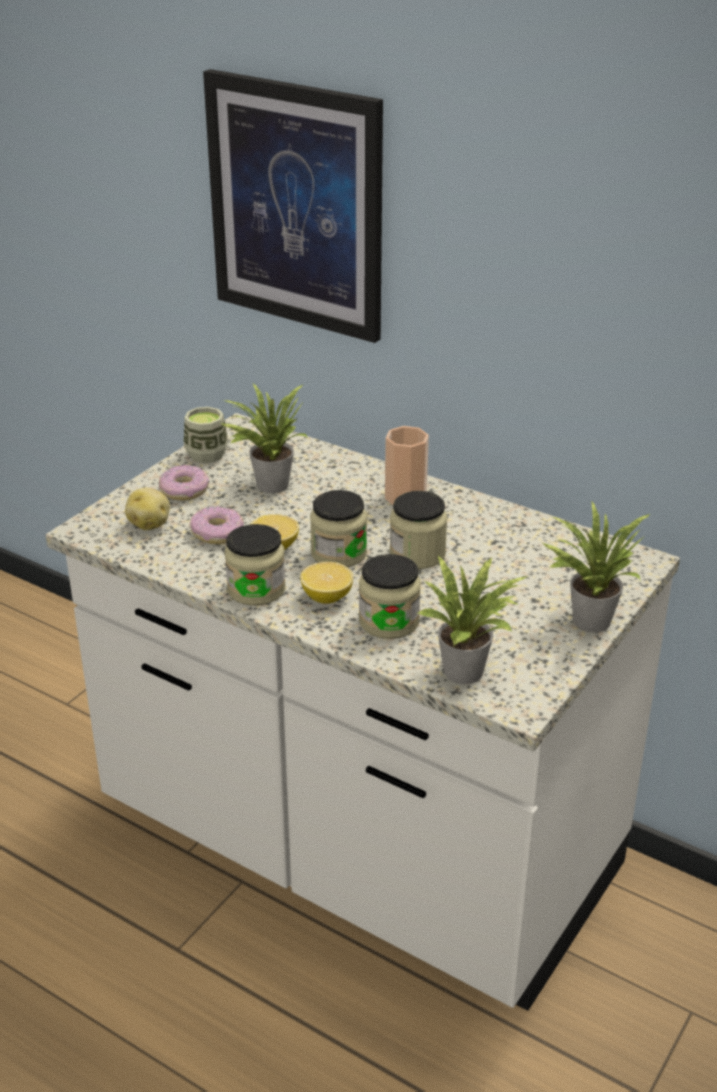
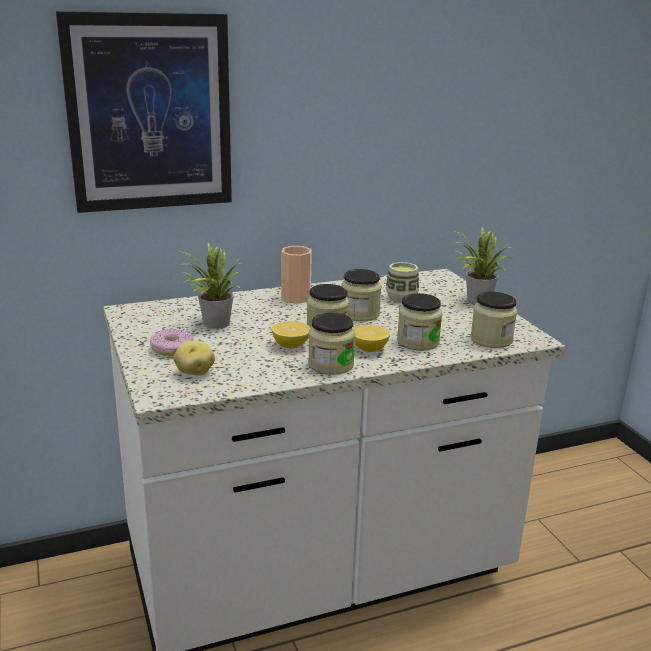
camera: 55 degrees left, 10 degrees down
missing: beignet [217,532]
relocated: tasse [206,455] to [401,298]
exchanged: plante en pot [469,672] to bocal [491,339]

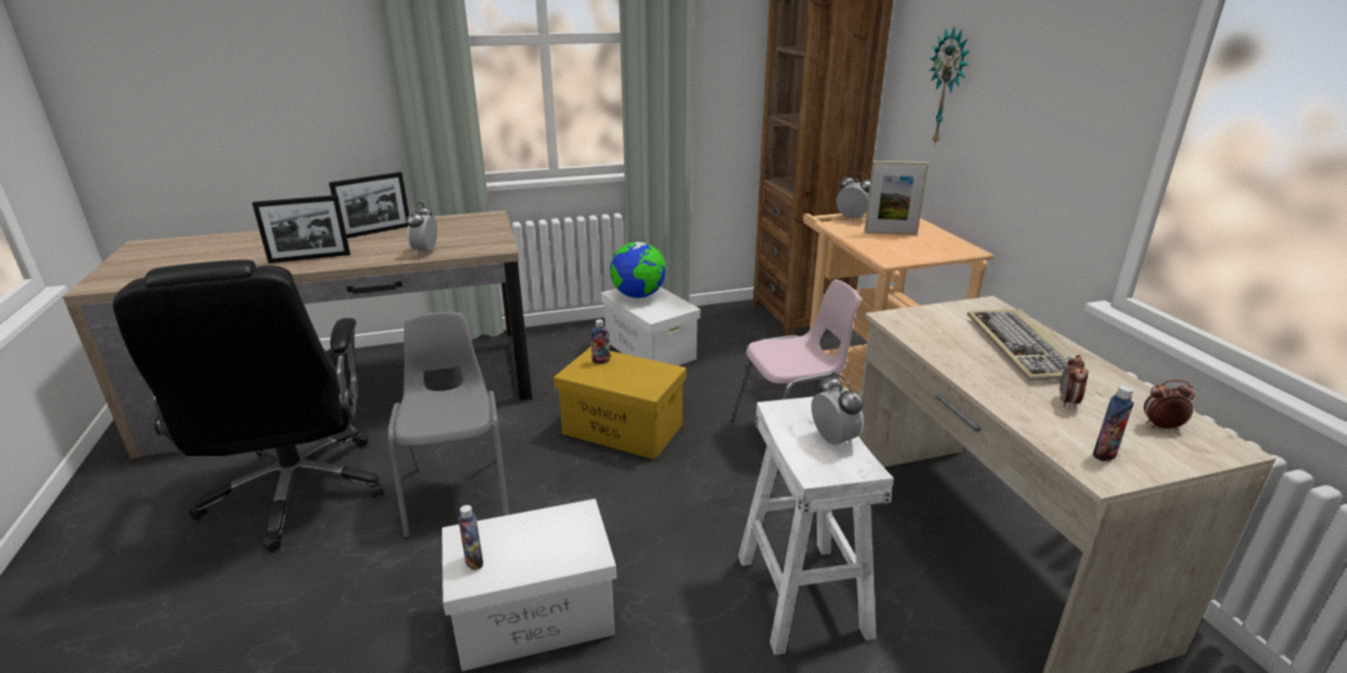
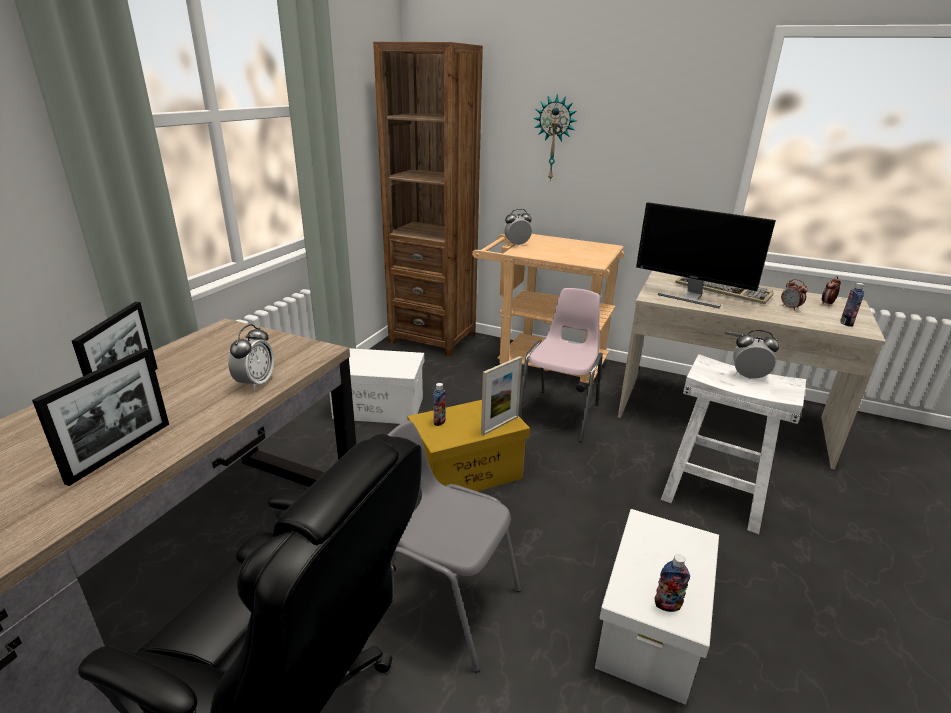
camera: 50 degrees left, 0 degrees up
missing: globe [638,296]
appeared: écran d'ordinateur [690,297]
relocated: cadre photo [890,233] to [500,425]
spun: réveil [425,251] = [255,383] 120 degrees counterclockwise

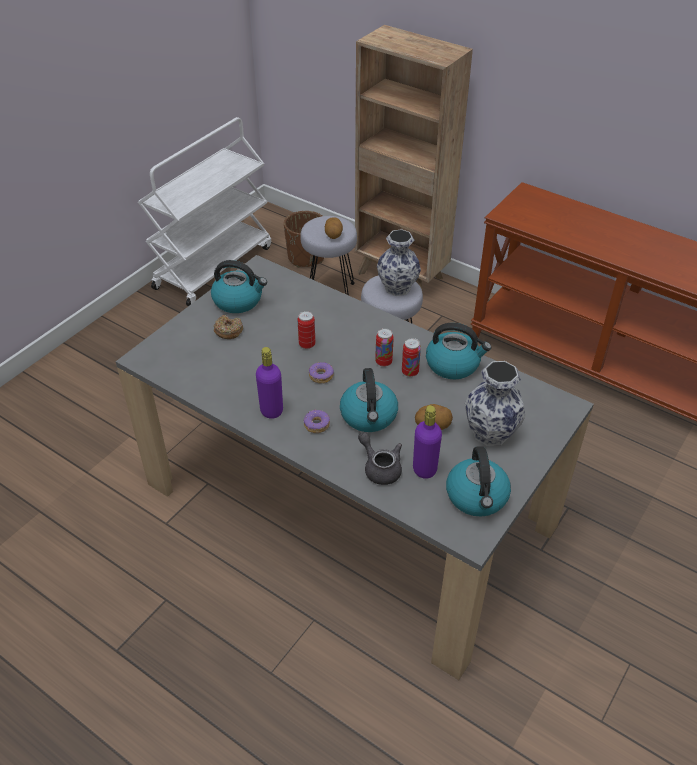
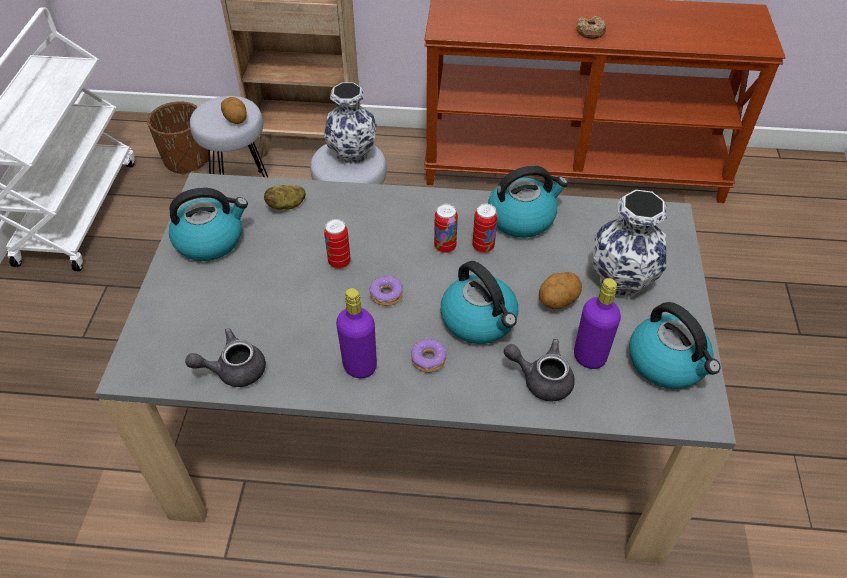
camera: 30 degrees left, 5 degrees up
appeared: théière [gris] [233,370]; pomme de terre [287,205]
relocated: beignet [228,331] to [590,32]

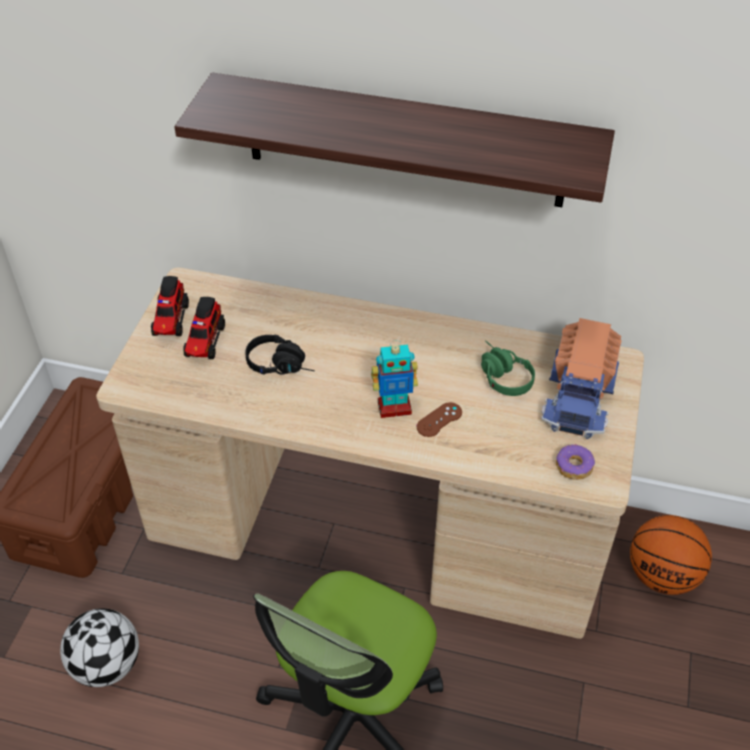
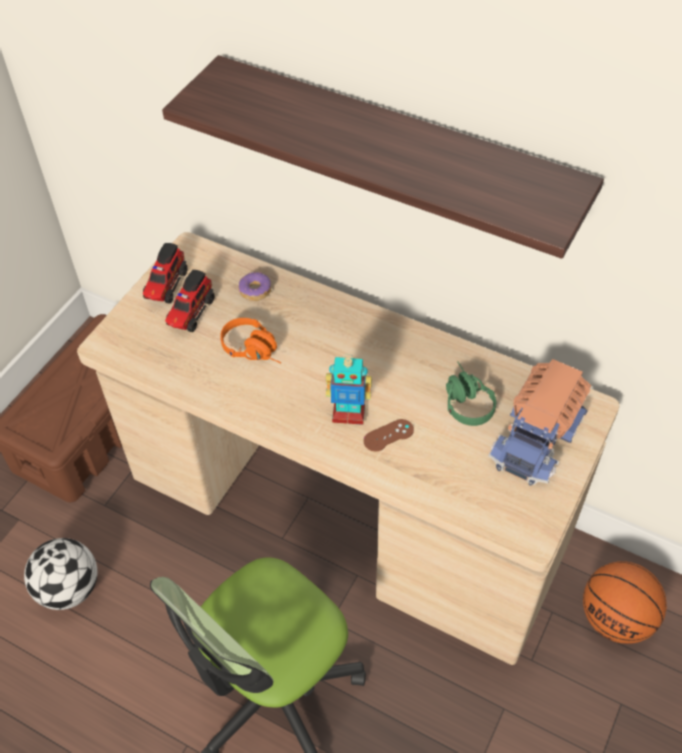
camera: 15 degrees right, 5 degrees up
relocated: beignet [573,466] to [255,291]
colour: casque audio [noir] [282,365] to casque audio [orange] [256,350]

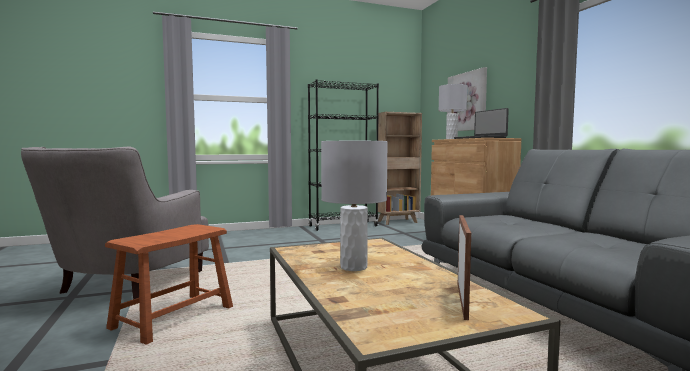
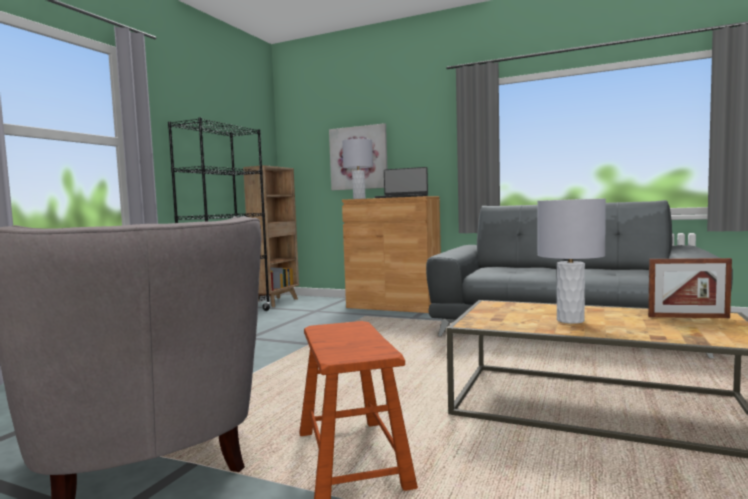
camera: 45 degrees left, 0 degrees up
spun: cadre photo [462,300] = [688,317] 135 degrees clockwise

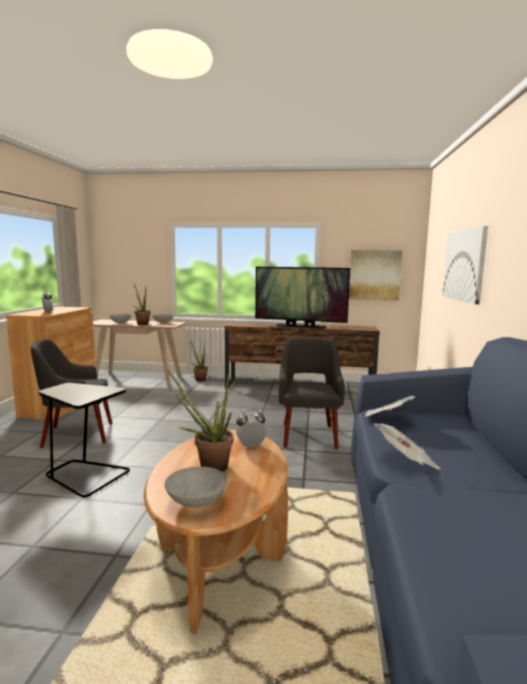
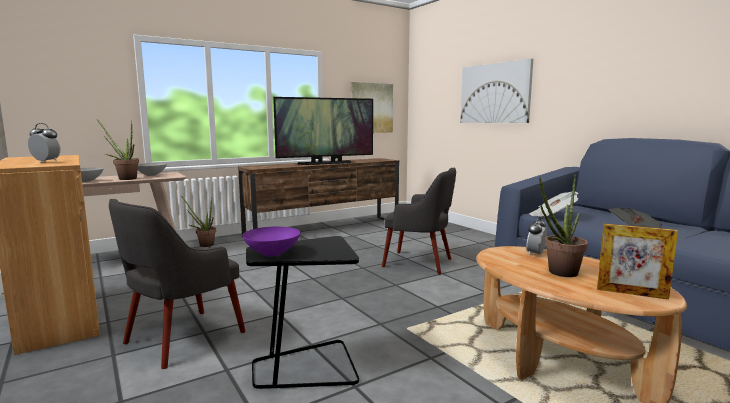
camera: 40 degrees left, 0 degrees up
appeared: bol [violet] [271,254]
exchanged: bol [gris] [197,503] to cadre photo [631,293]
spun: fauteuil [gris] [308,435] = [419,262] 150 degrees clockwise

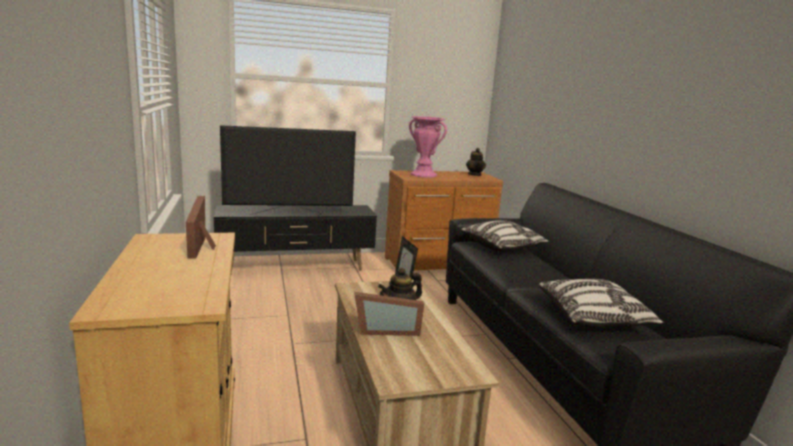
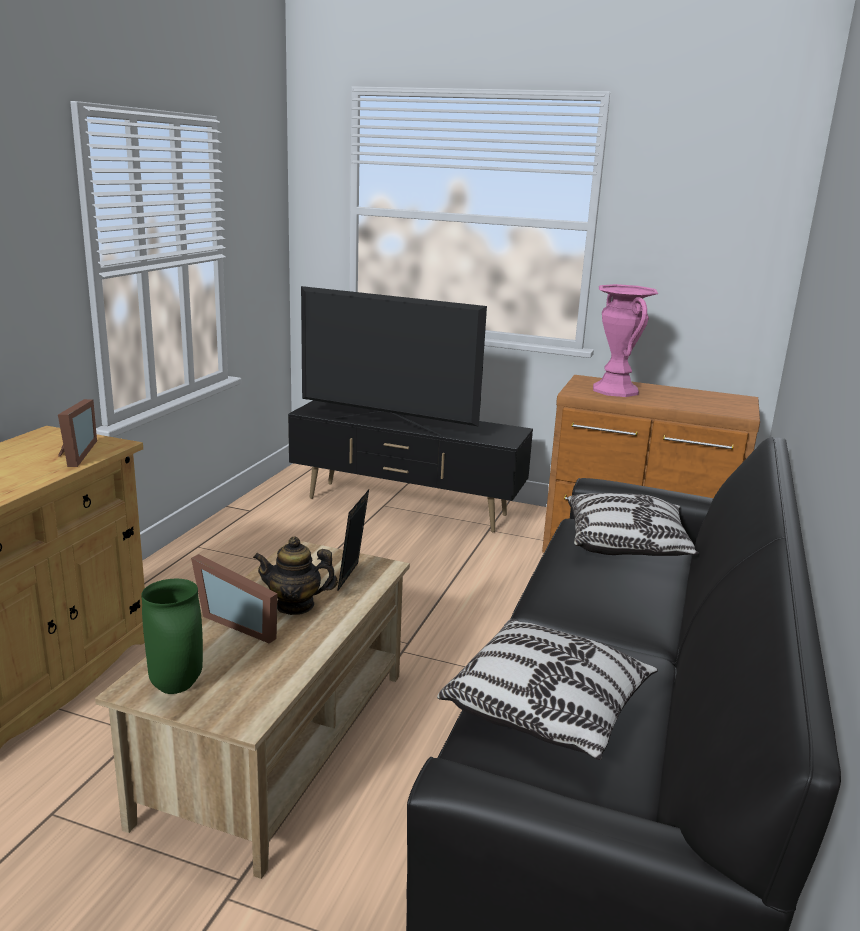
camera: 35 degrees right, 5 degrees up
missing: théière [475,175]
appeared: vase [vert] [178,686]
spun: cadre photo [204,246] = [73,454] 150 degrees clockwise

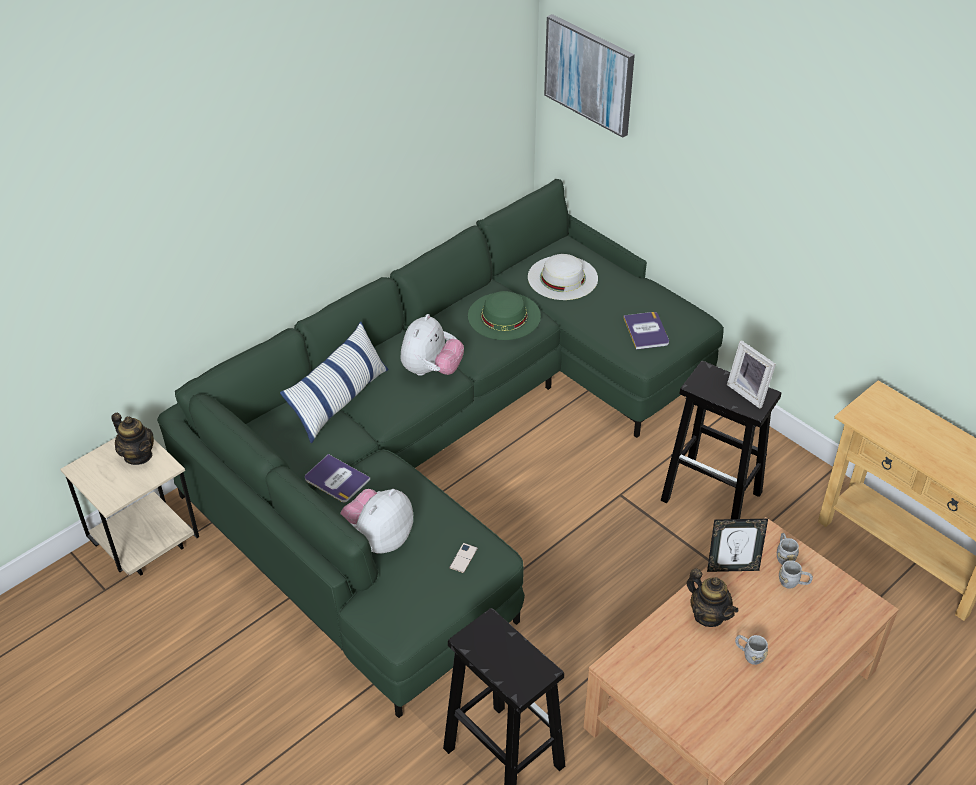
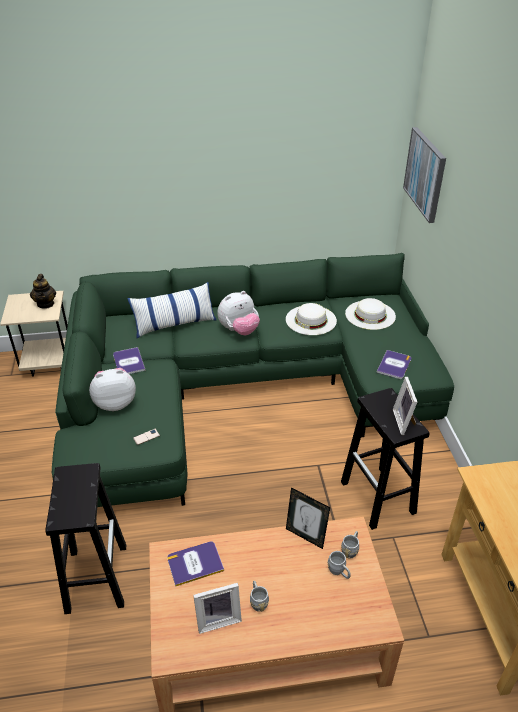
camera: 35 degrees right, 5 degrees down
missing: théière [708,615]
appeared: livre [195,563]; cadre photo [218,618]
colour: chapeau [vert] [504,316] to chapeau [blanc] [311,320]

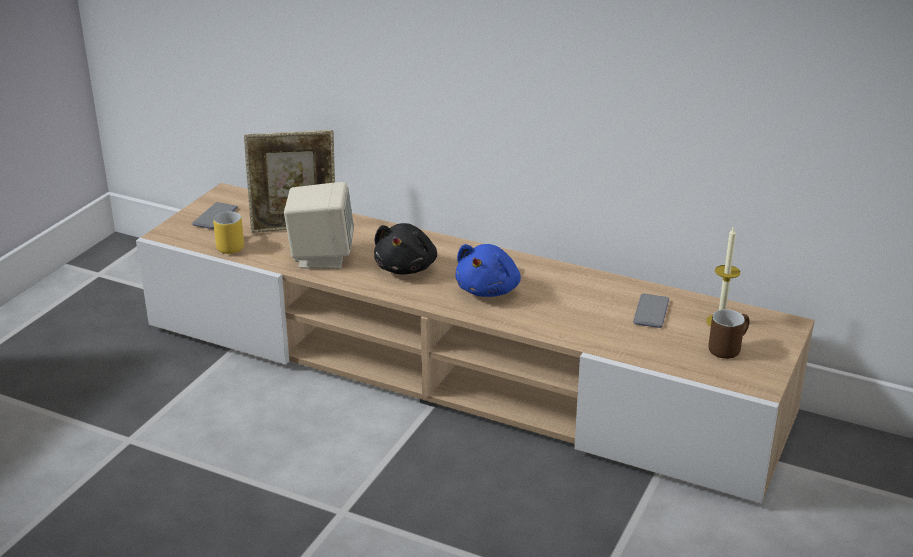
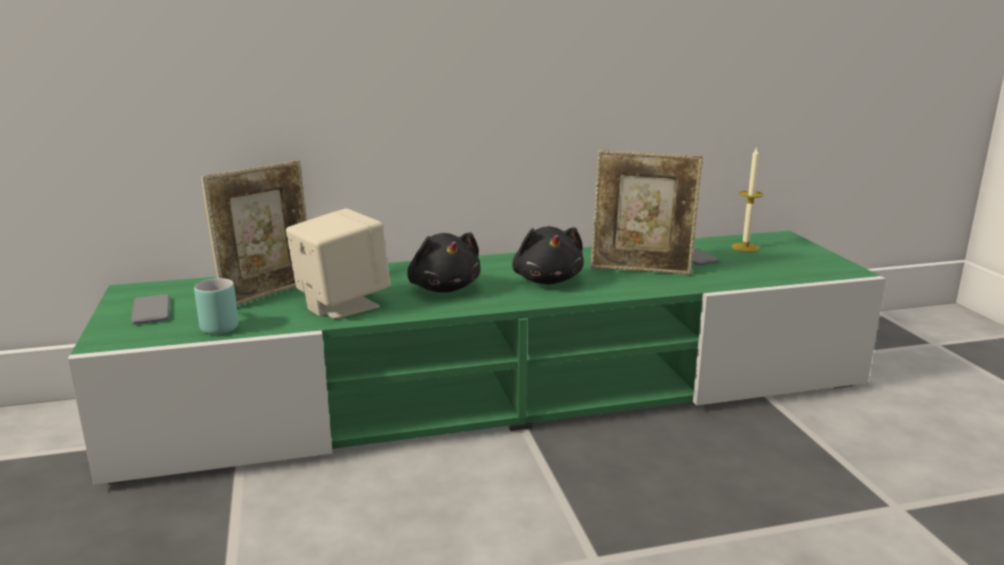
camera: 40 degrees left, 10 degrees down
missing: mug [marron] [727,348]
appeared: cadre photo [641,270]
colour: meuble télé [beige] [458,371] to meuble télé [vert] [503,394]; mug [jaune] [229,245] to mug [turquoise] [213,326]; peluche [bleu] [489,290] to peluche [noir] [547,280]

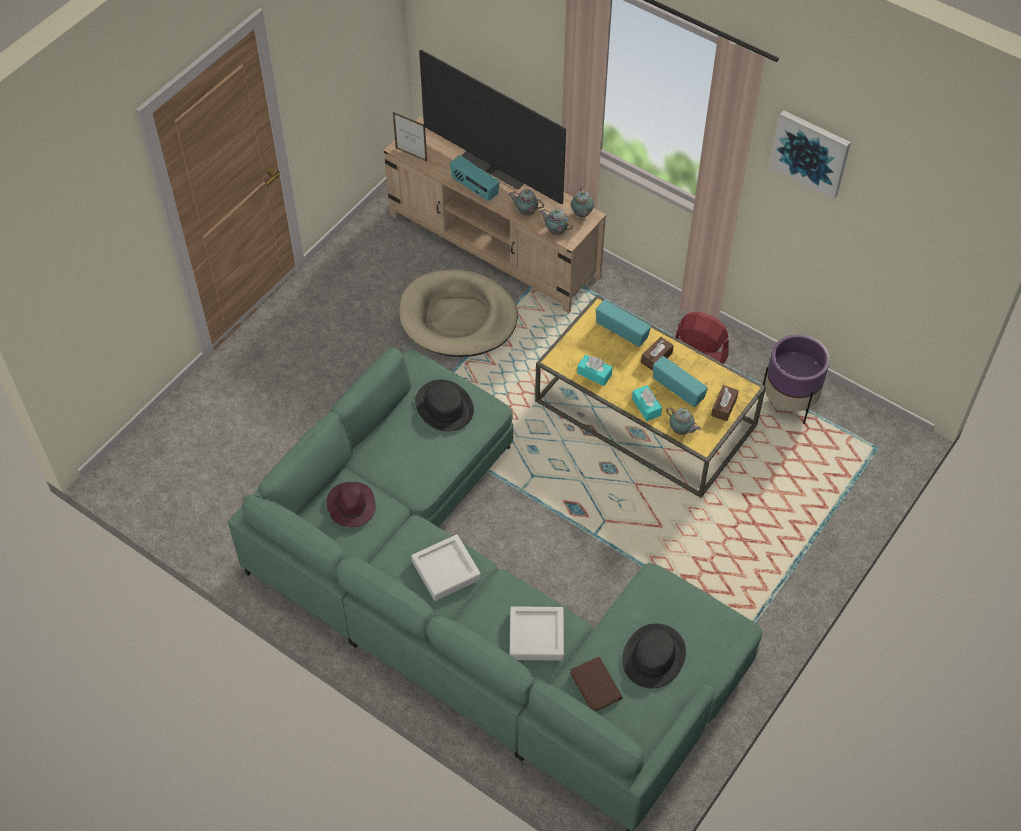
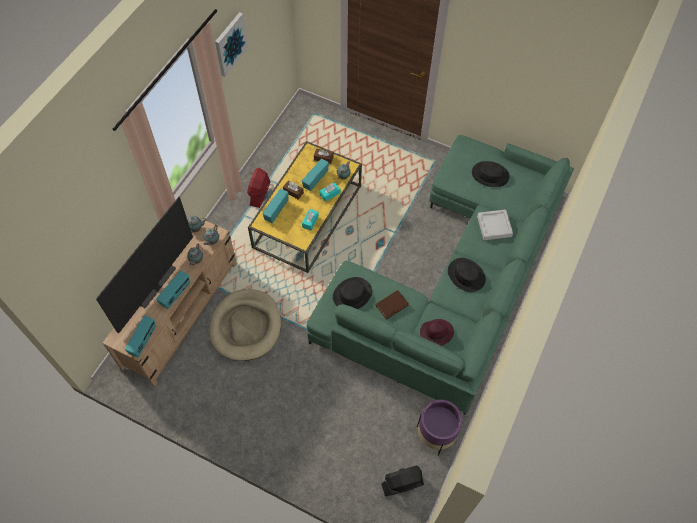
camera: 100 degrees left, 5 degrees up
appeared: ventilateur [noir] [402,484]
relocated: livre [marron] [596,686] to [391,305]; cache-pot [violet] [789,402] to [435,435]
exchanged: cadre photo [411,155] to radio [143,341]; plateau [gris] [446,570] to chapeau [noir] [466,275]

